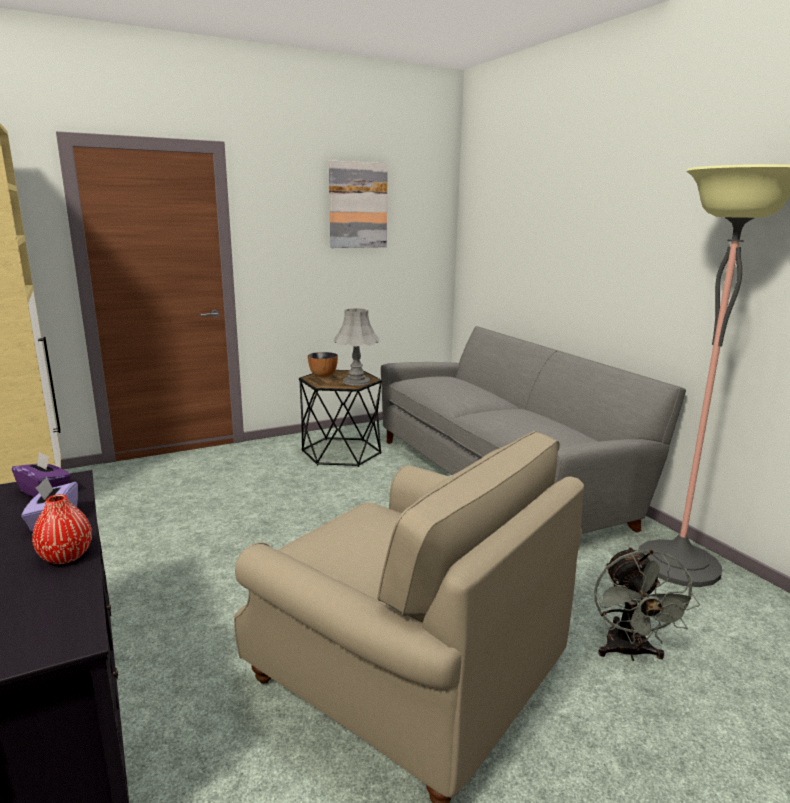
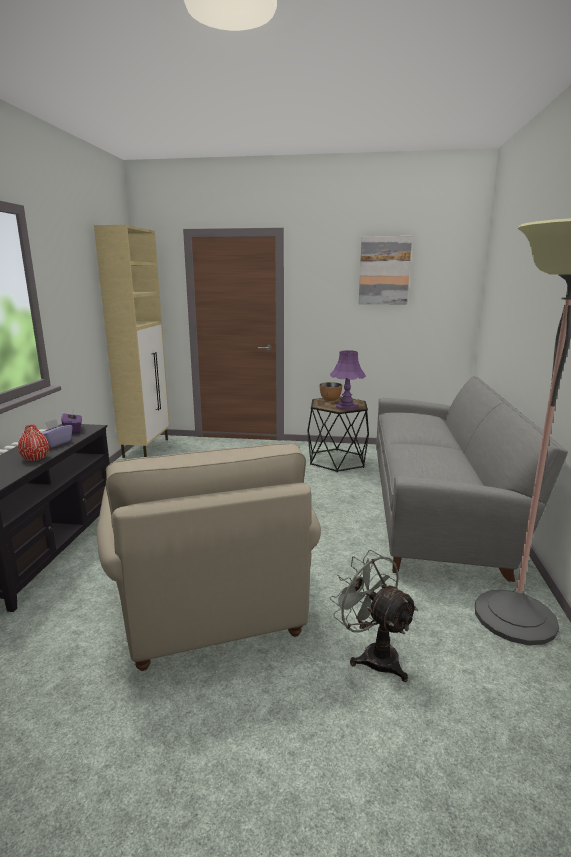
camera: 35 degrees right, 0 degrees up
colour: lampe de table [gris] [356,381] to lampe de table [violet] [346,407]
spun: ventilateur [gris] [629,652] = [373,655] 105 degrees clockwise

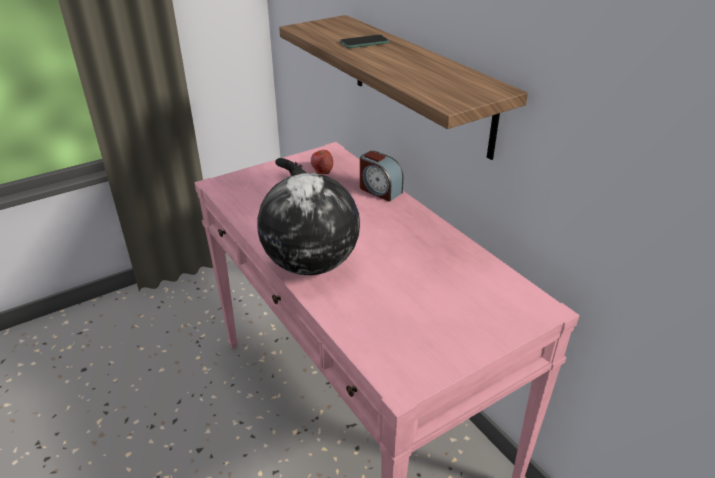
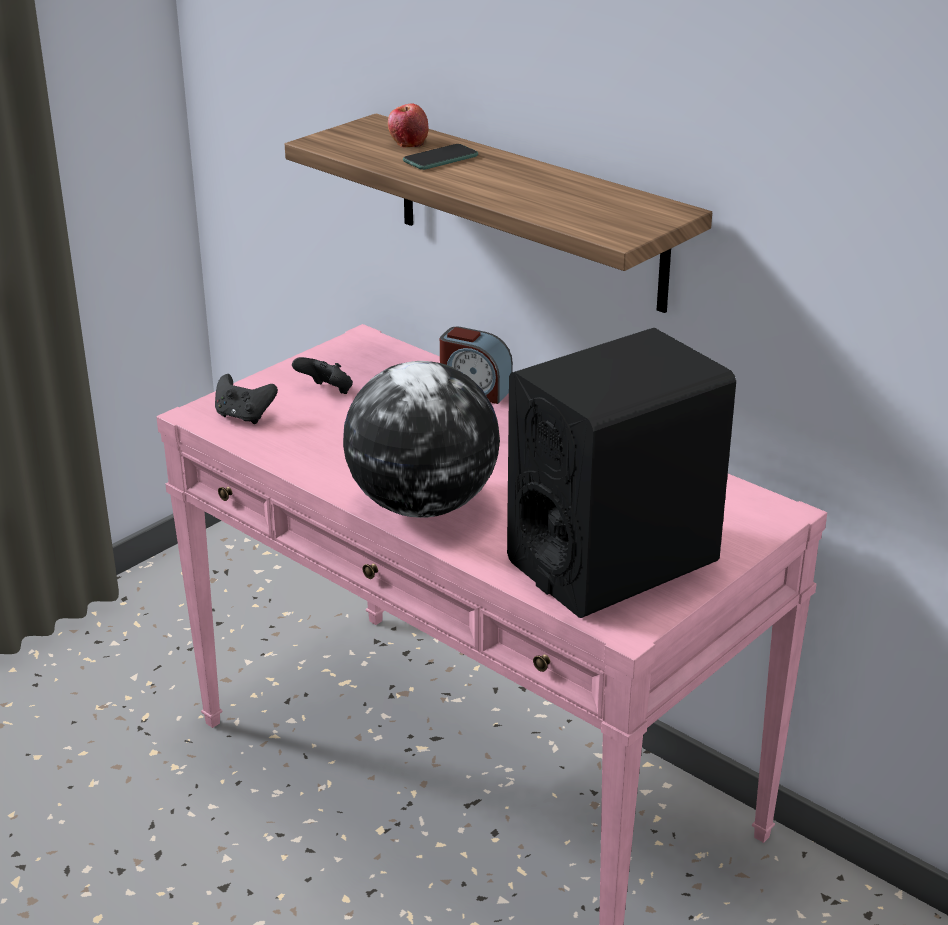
camera: 15 degrees left, 5 degrees down
appeared: manette [noir] [244,416]; enceinte [noir] [613,561]
relocated: pomme [322,170] to [408,142]

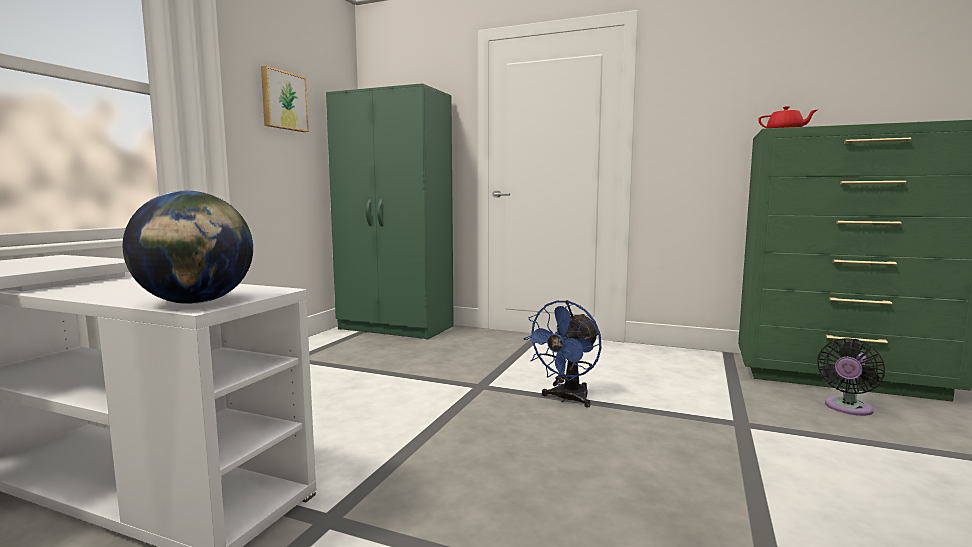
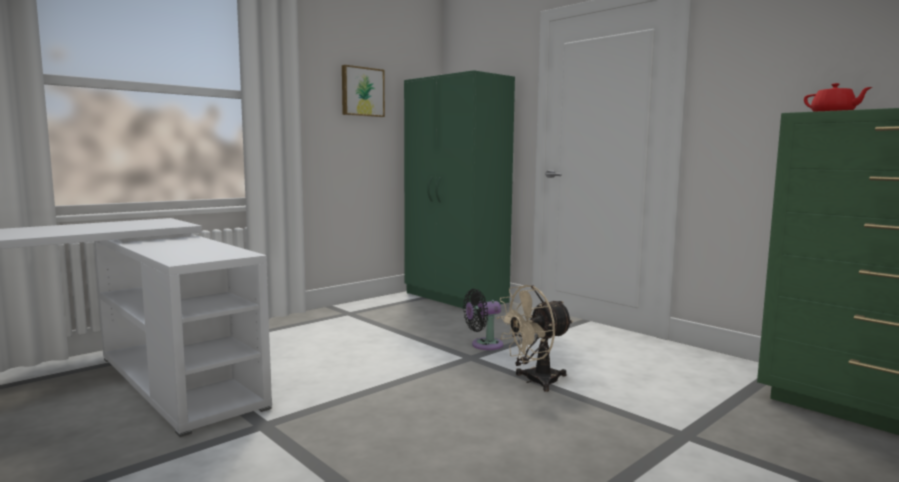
camera: 25 degrees right, 0 degrees up
missing: globe [196,302]
relocated: ventilateur [noir] [847,408] to [483,345]
colour: ventilateur [bleu] [567,399] to ventilateur [beige] [534,381]

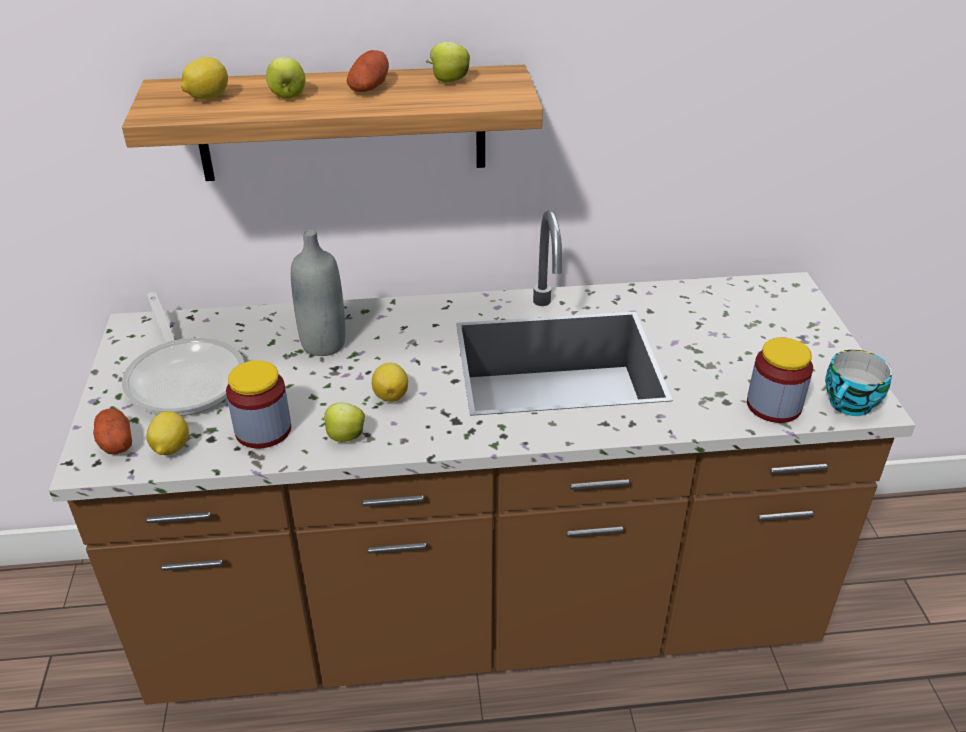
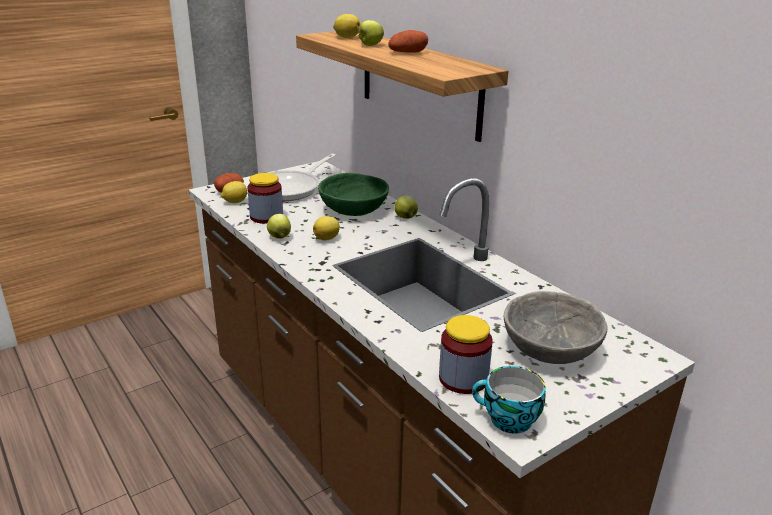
camera: 60 degrees right, 10 degrees down
appeared: bol [gris] [551,348]
relocated: pomme [448,81] to [405,217]
exchanged: bouteille [gris] [323,344] to bol [vert] [353,209]

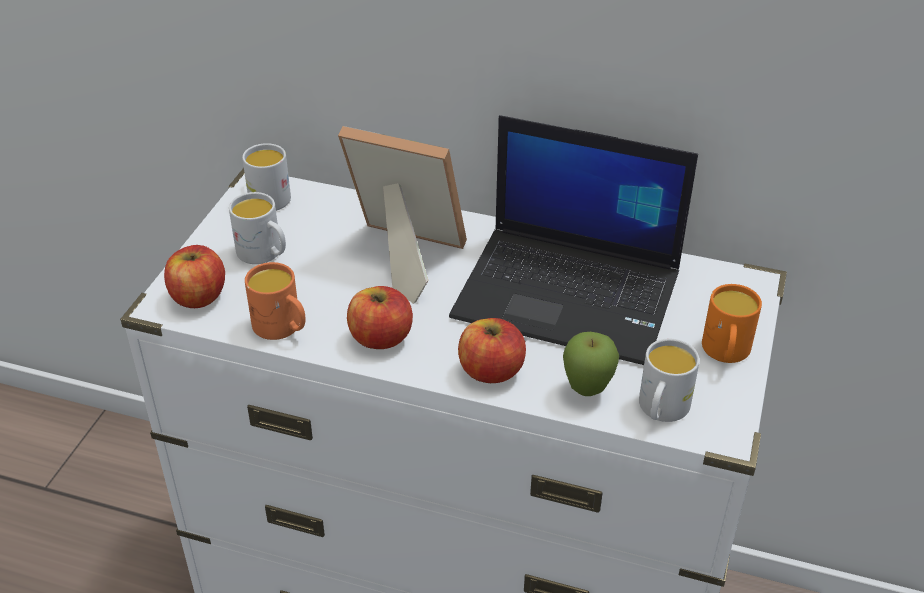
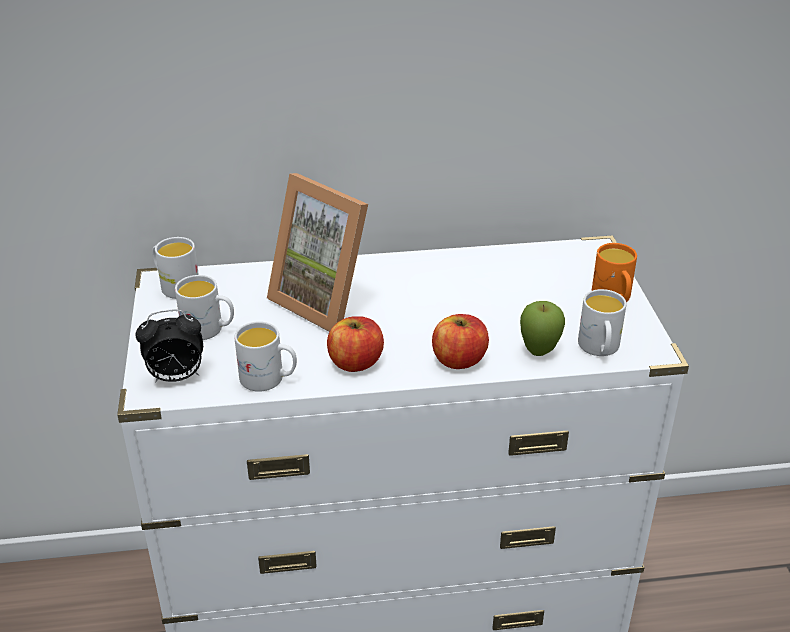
camera: 25 degrees left, 5 degrees down
missing: ordinateur portable [571,294]
exchanged: pomme [198,297] to réveil [176,377]
colour: mug [orange] [282,328] to mug [blanc] [269,379]
spun: cadre photo [402,257] = [326,300] 135 degrees counterclockwise

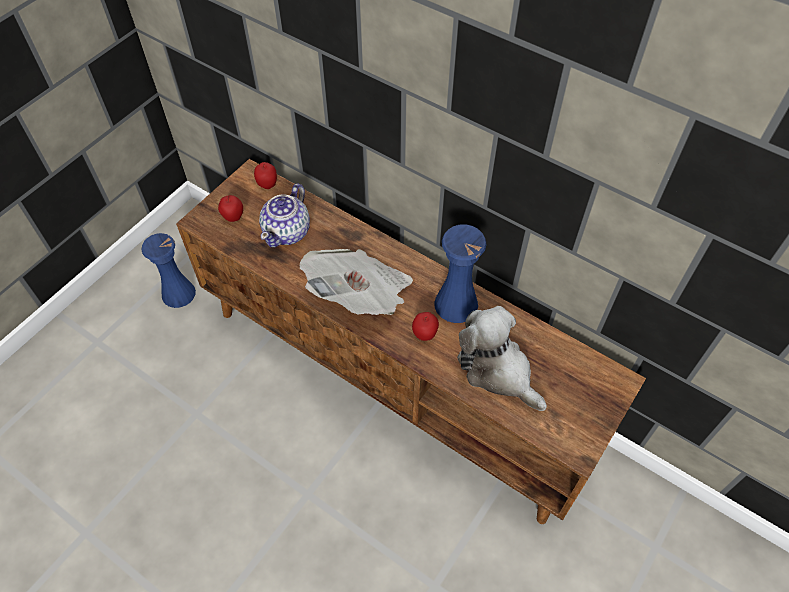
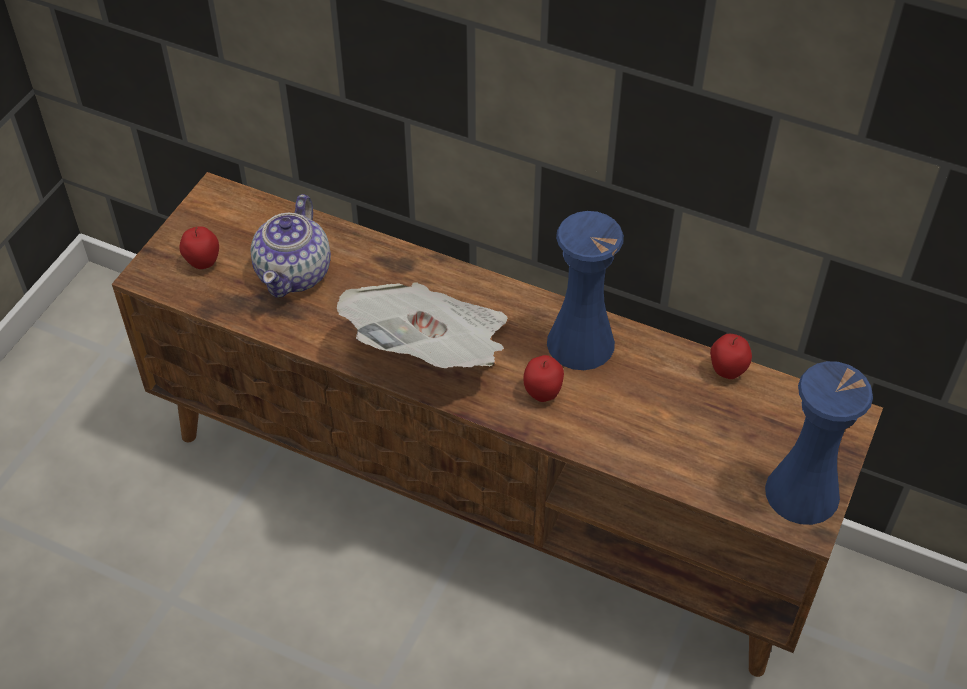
camera: 10 degrees left, 5 degrees down
missing: peluche [497,370]
relocated: pomme [267,185] to [727,371]; vase [bleu] [178,293] to [802,493]

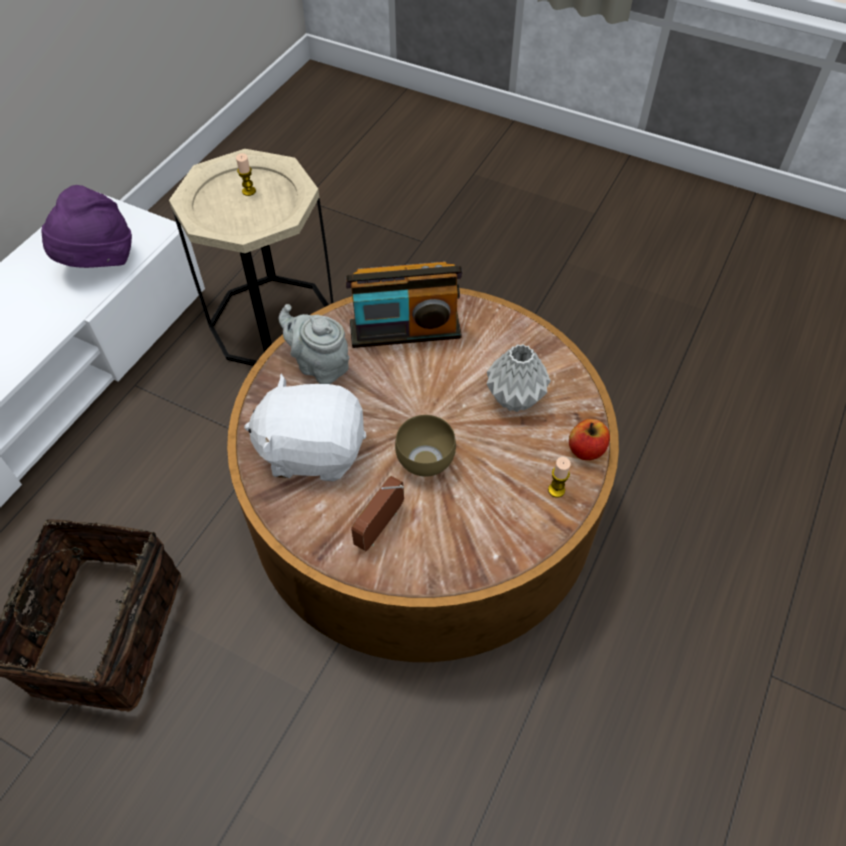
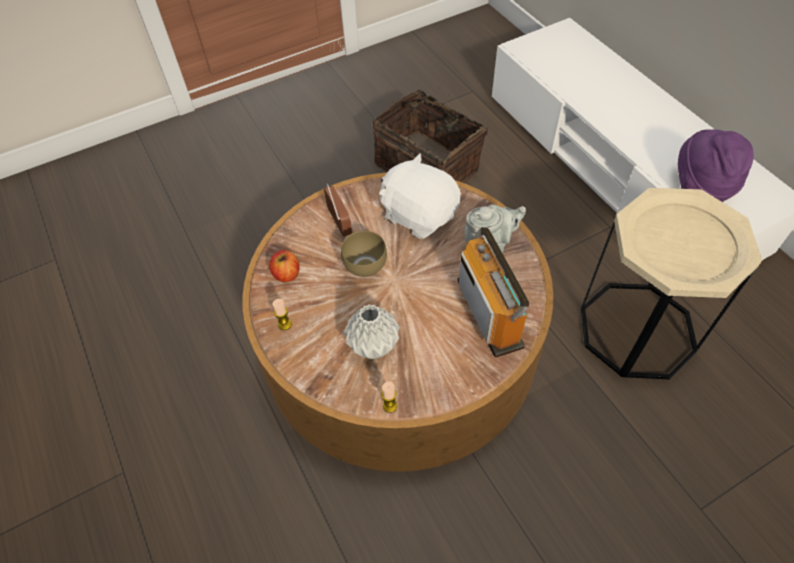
camera: 125 degrees right, 0 degrees up
relocated: pomme [586,450] to [286,274]; bougie [249,191] to [390,406]
spun: peluche [blanc] [312,450] = [419,215] 90 degrees counterclockwise; radio [405,331] = [489,313] 135 degrees clockwise

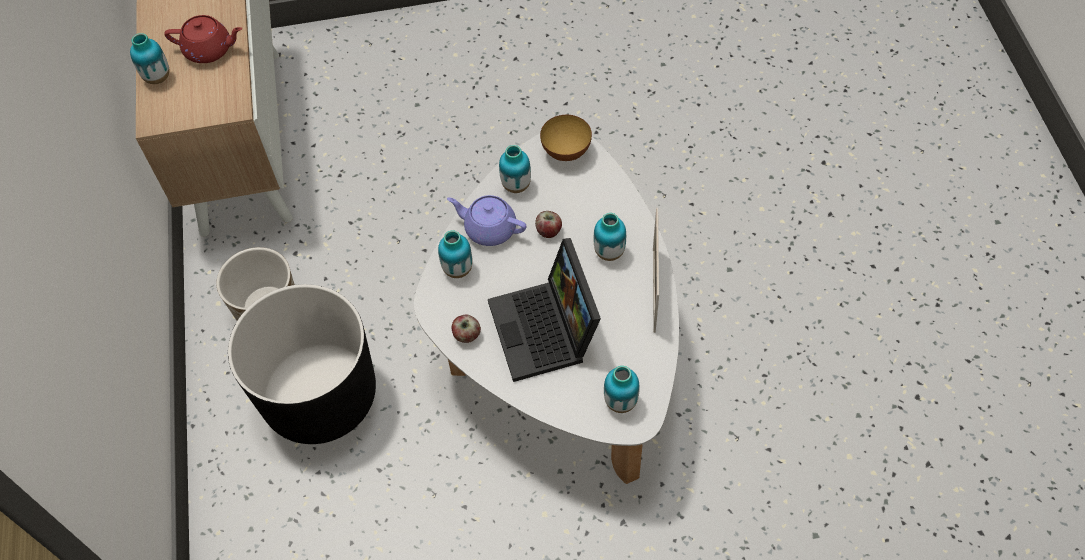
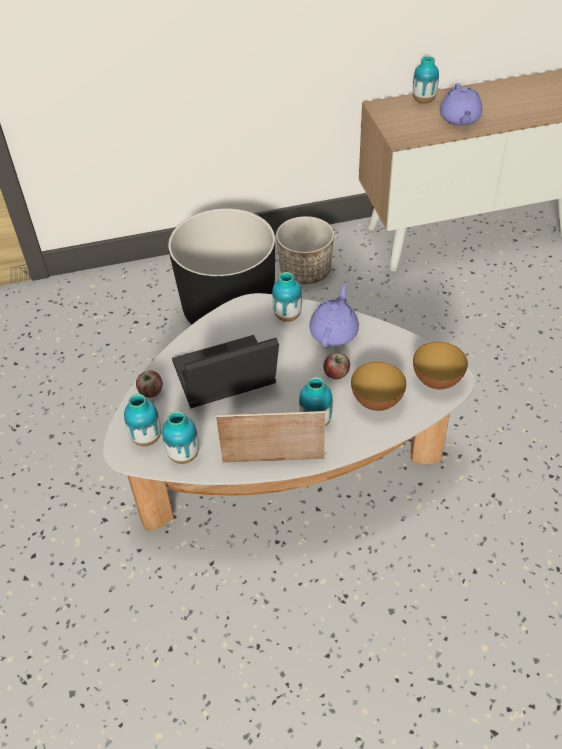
camera: 85 degrees right, 10 degrees down
appeared: bol [376,401]
relocated: pomme [466,335] to [151,392]; vase [516,185] to [184,455]
colour: théière [rouge] [210,50] to théière [violet] [460,119]

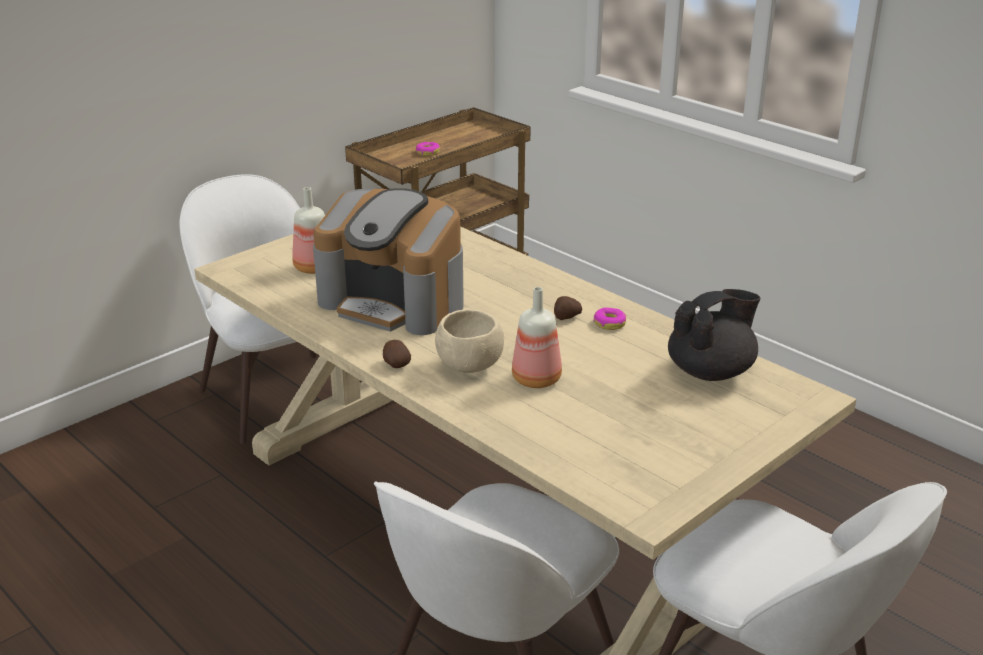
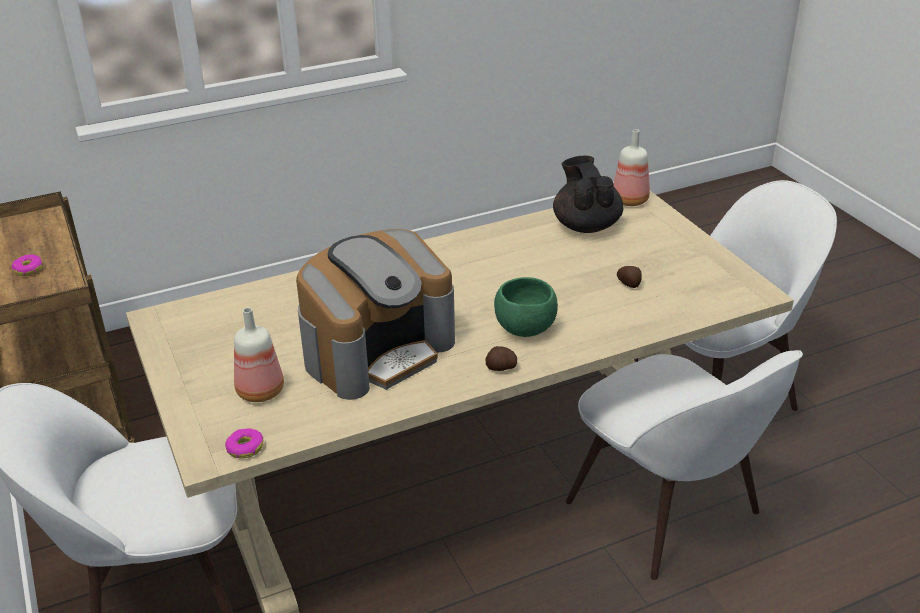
camera: 70 degrees left, 5 degrees up
relocated: beignet [609,323] to [245,448]; bouteille [537,379] to [629,200]; pomme de terre [566,317] to [629,284]
colour: bol [beige] [469,366] to bol [vert] [525,329]

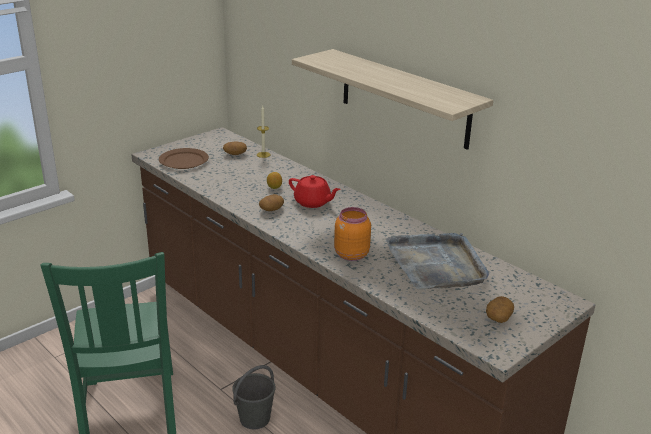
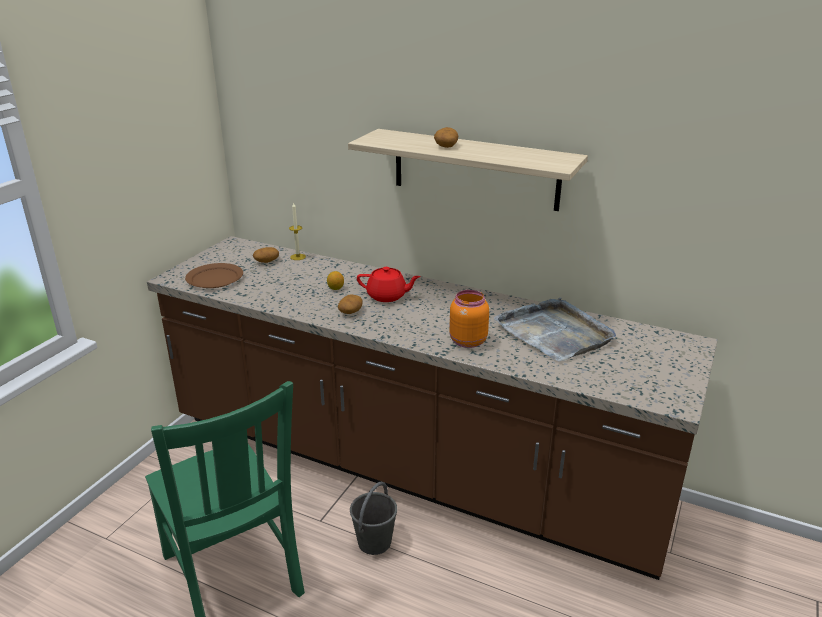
camera: 20 degrees left, 0 degrees up
relocated: pomme de terre [498,316] to [446,145]

